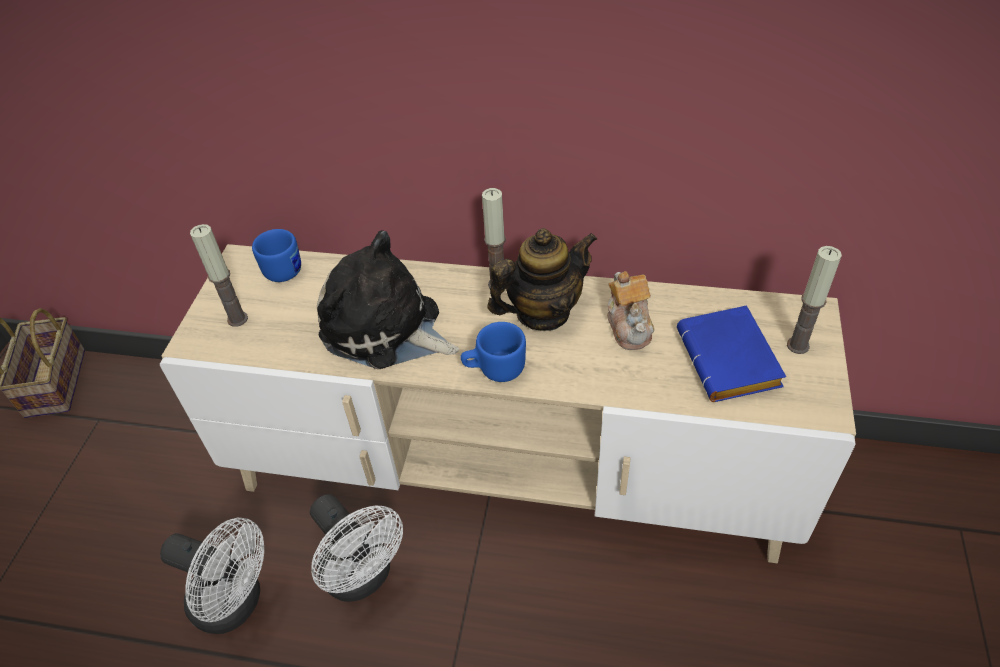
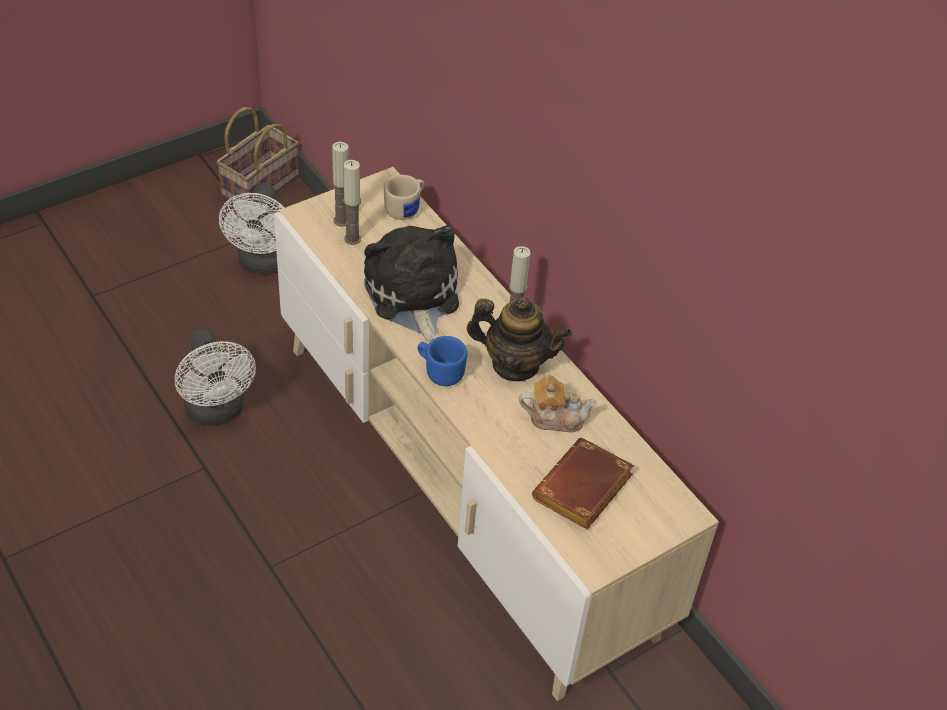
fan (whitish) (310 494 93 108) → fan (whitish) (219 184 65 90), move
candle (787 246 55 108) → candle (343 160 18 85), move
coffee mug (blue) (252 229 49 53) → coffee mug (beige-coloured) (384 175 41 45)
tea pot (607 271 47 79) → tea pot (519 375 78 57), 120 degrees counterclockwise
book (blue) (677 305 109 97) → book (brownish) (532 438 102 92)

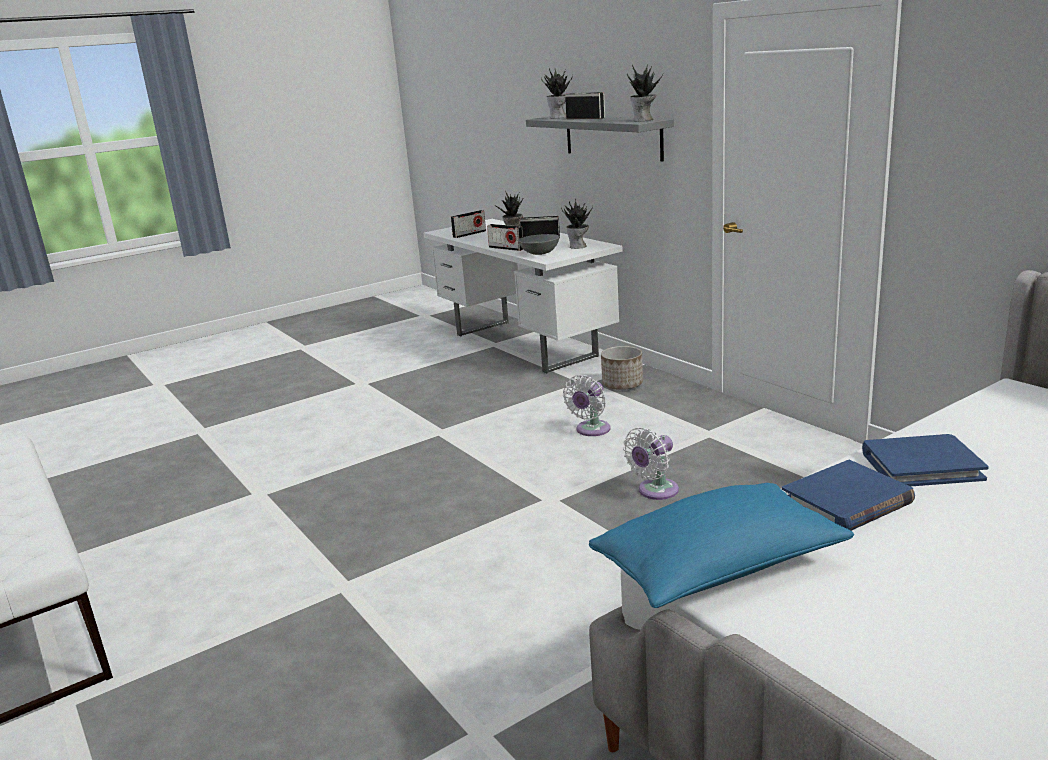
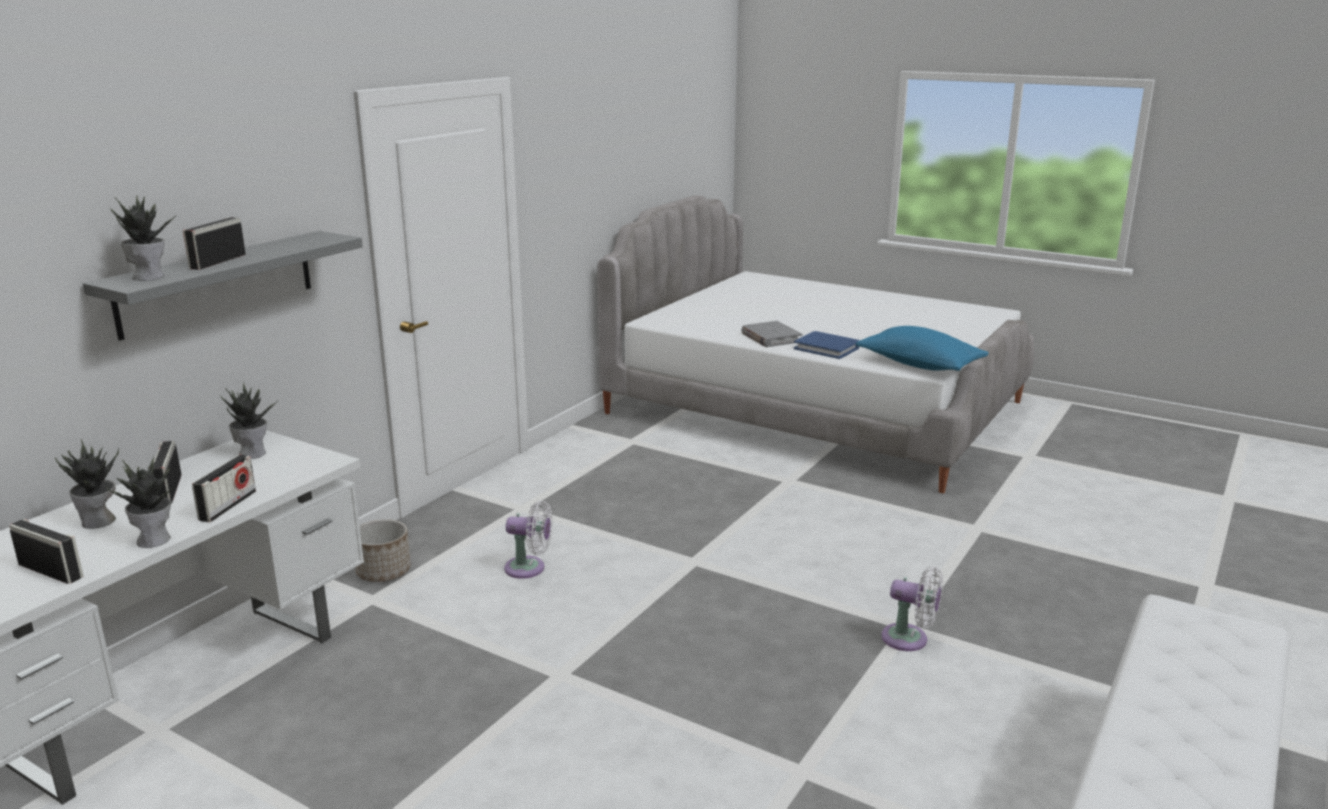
potted plant (627 64 36 57) → potted plant (105 457 69 91), move
book (blue) (862 434 127 52) → book (greyish) (741 321 61 26)
fan (whitish) (623 427 56 73) → fan (whitish) (882 566 61 85), move
serving bowl (greyish) (518 234 42 21) → -

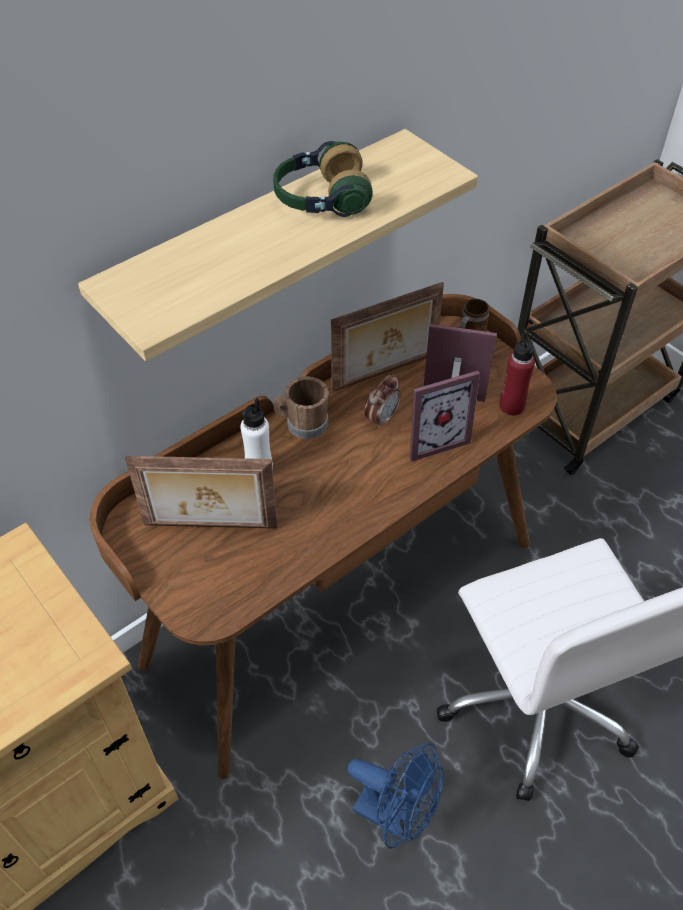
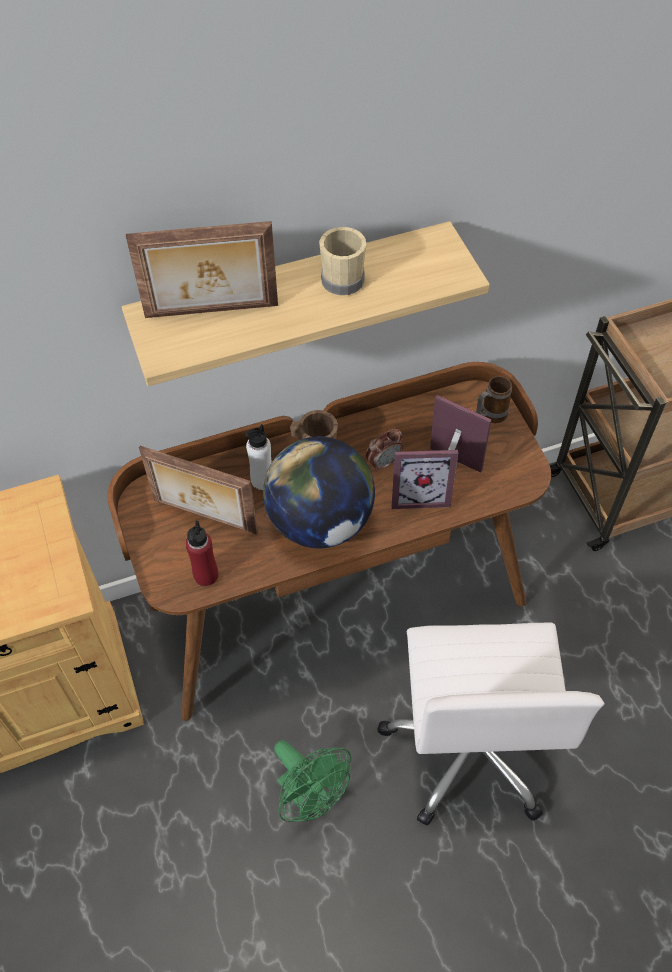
photo frame (331 282 113 110) → photo frame (126 221 152 97), move
beverage bottle (reddish) (499 332 36 84) → beverage bottle (reddish) (186 521 32 65), move
- → desk globe (263 437 112 111)
fan (blue) (347 743 97 106) → fan (green-coloured) (274 740 77 82)
headphones (273 141 100 76) → coffee mug (beige-coloured) (319 227 47 68)

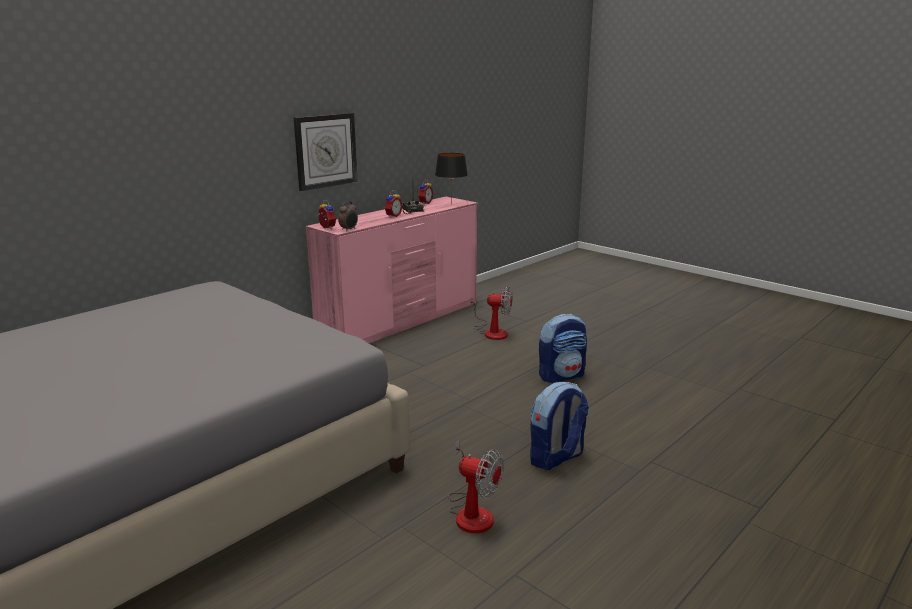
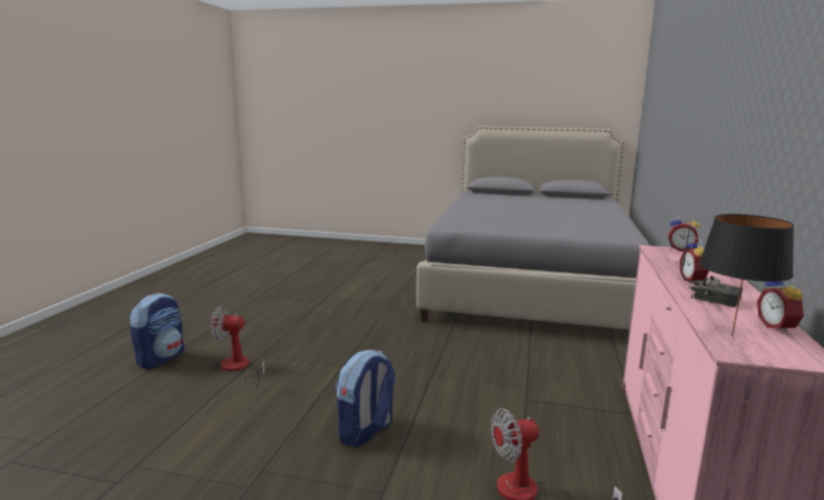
backpack (530 382 59 88) → backpack (129 293 55 76), move
fan (448 440 56 93) → fan (211 306 54 83), move
wall clock (294 113 64 78) → -
table clock (338 201 20 30) → -

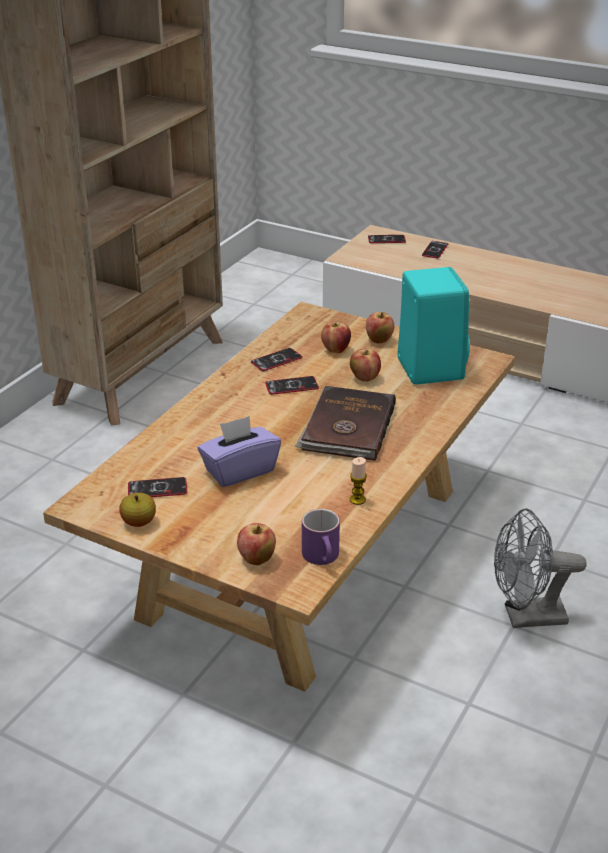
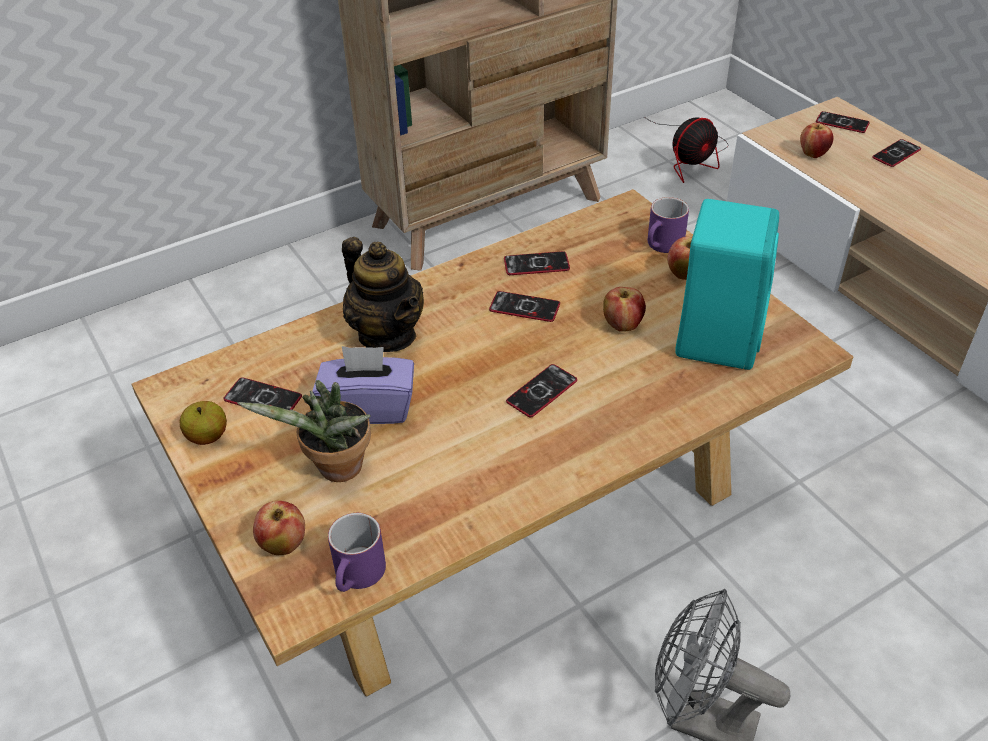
- → potted plant (238 380 133 102)
- → tea pot (342 237 82 115)
book (brownish) (295 386 101 75) → phone (506 364 71 53)
- → fan (644 117 84 66)
- → coffee mug (purple) (647 197 42 56)
whole apple (321 321 30 32) → whole apple (800 123 33 35), move
candle (350 457 17 48) → -

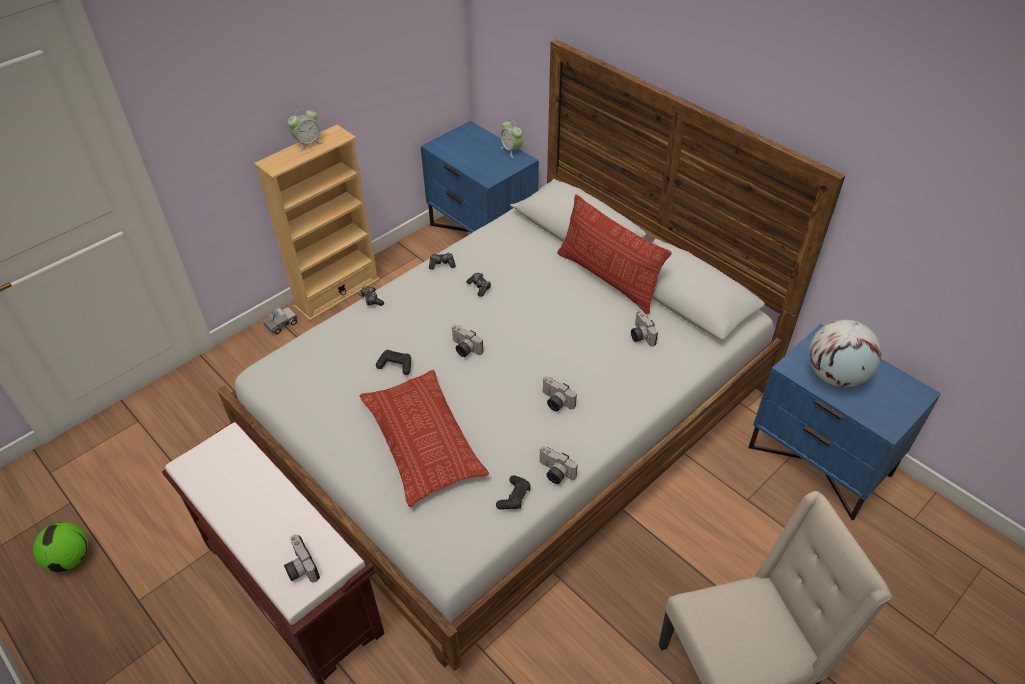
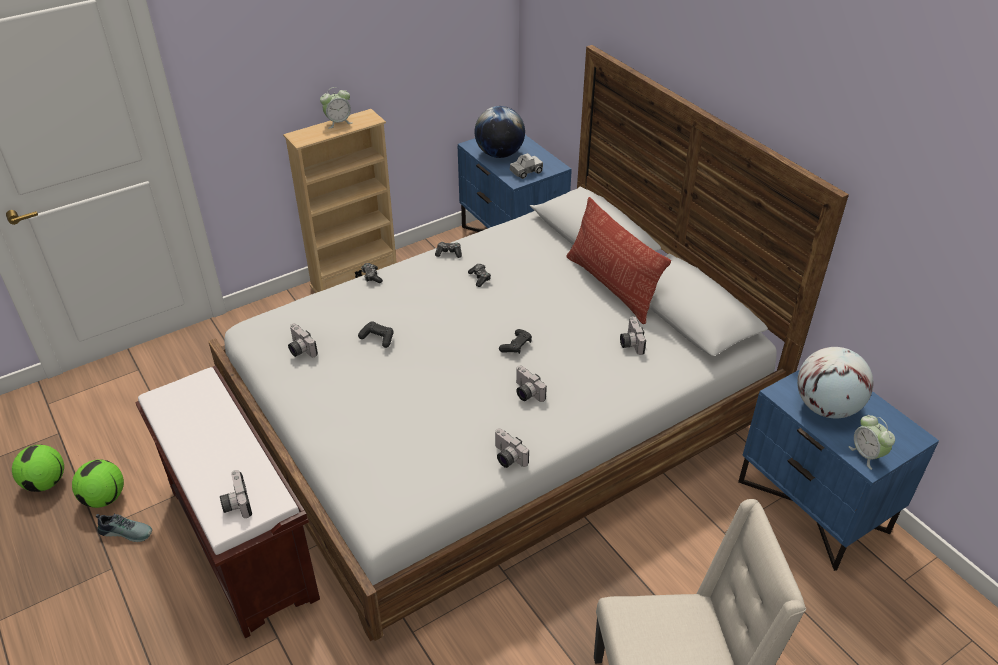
- → football ball (72 459 52 49)
- → shoe (96 514 56 28)
photo camera (451 325 32 32) → photo camera (288 324 30 33), move
- → desk globe (474 106 51 52)
gamepad (black-coloured) (496 475 34 34) → gamepad (black-coloured) (499 329 33 25), move
model truck (263 307 34 28) → model truck (510 153 33 26), move
table clock (500 120 23 38) → table clock (849 415 46 55), move
cushion (360 370 129 137) → -

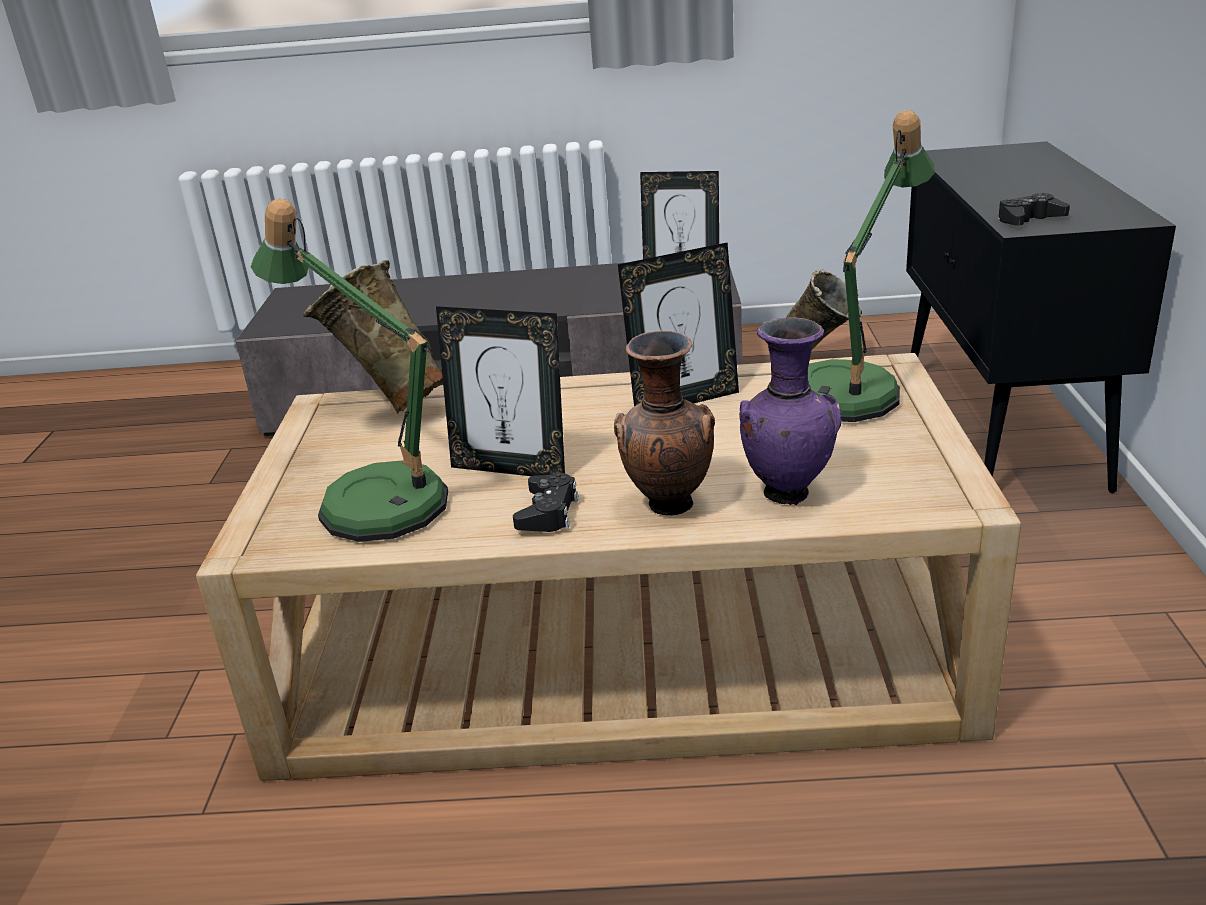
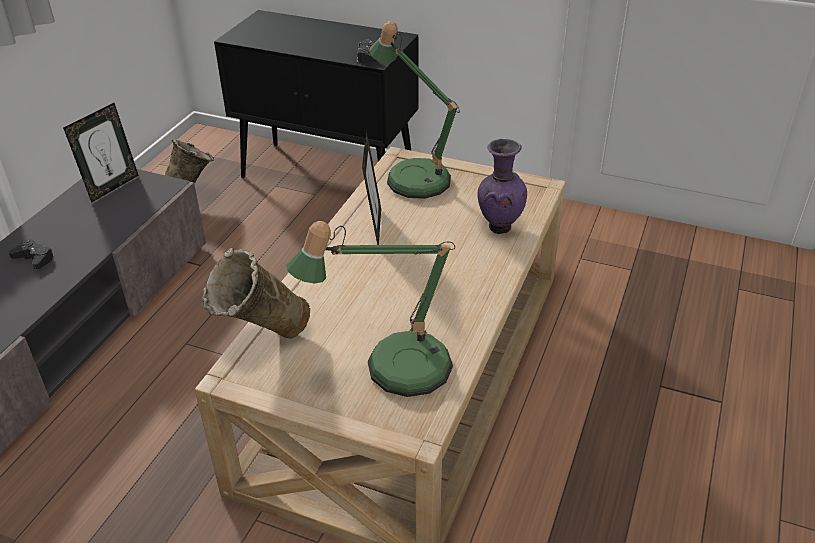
gamepad (black-coloured) (513 473 66 59) → gamepad (black-coloured) (9 239 45 30), move
photo frame (436 306 129 170) → -
vase (brownish) (614 331 101 184) → -

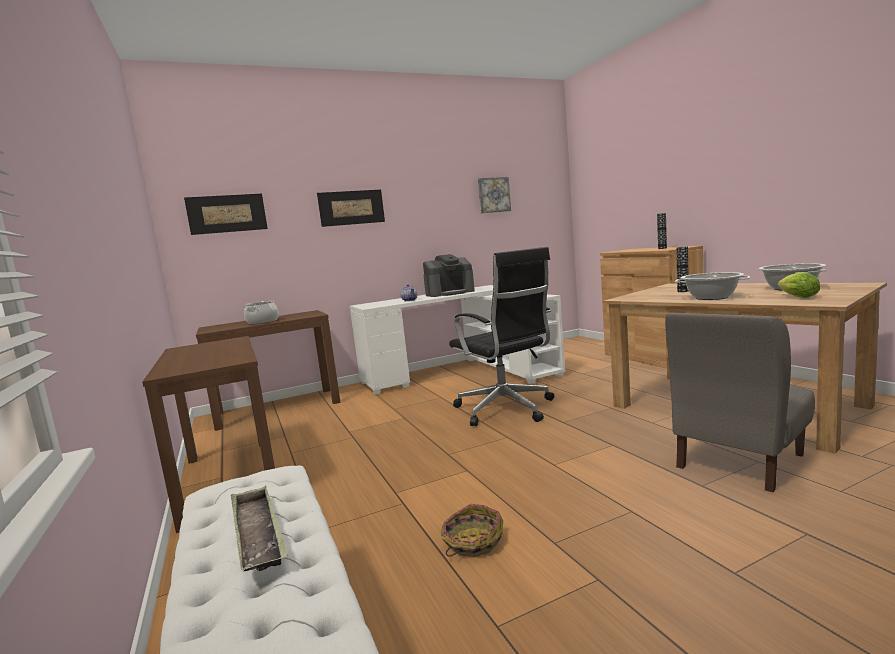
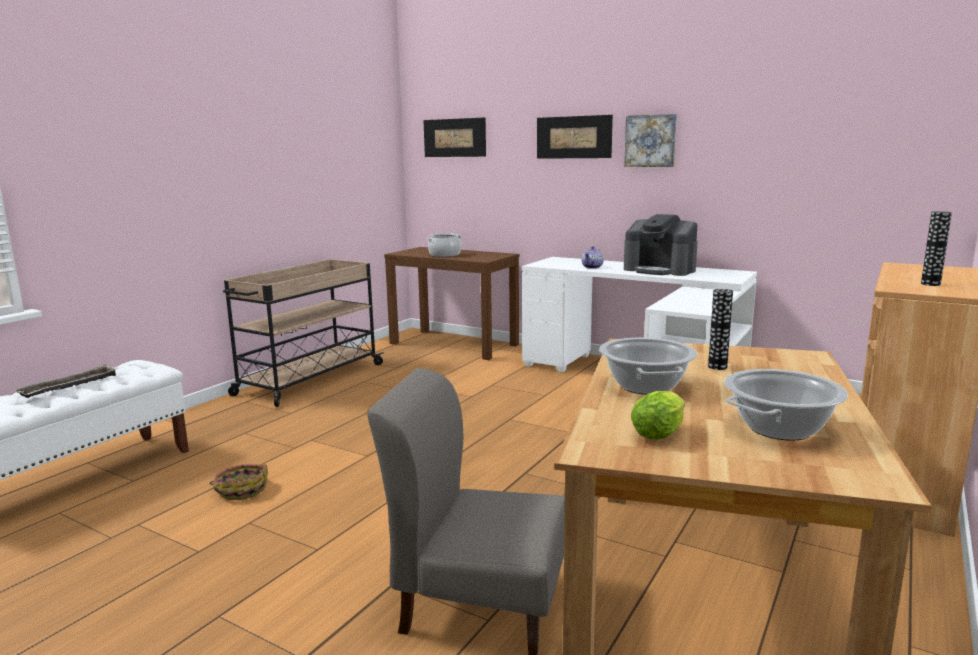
console table (brownish) (142 336 133 197) → trolley (beige-coloured) (223 259 161 148)
wall picture (478 177 33 36) → wall picture (624 114 53 53), move
office chair (black-coloured) (449 247 105 179) → -

